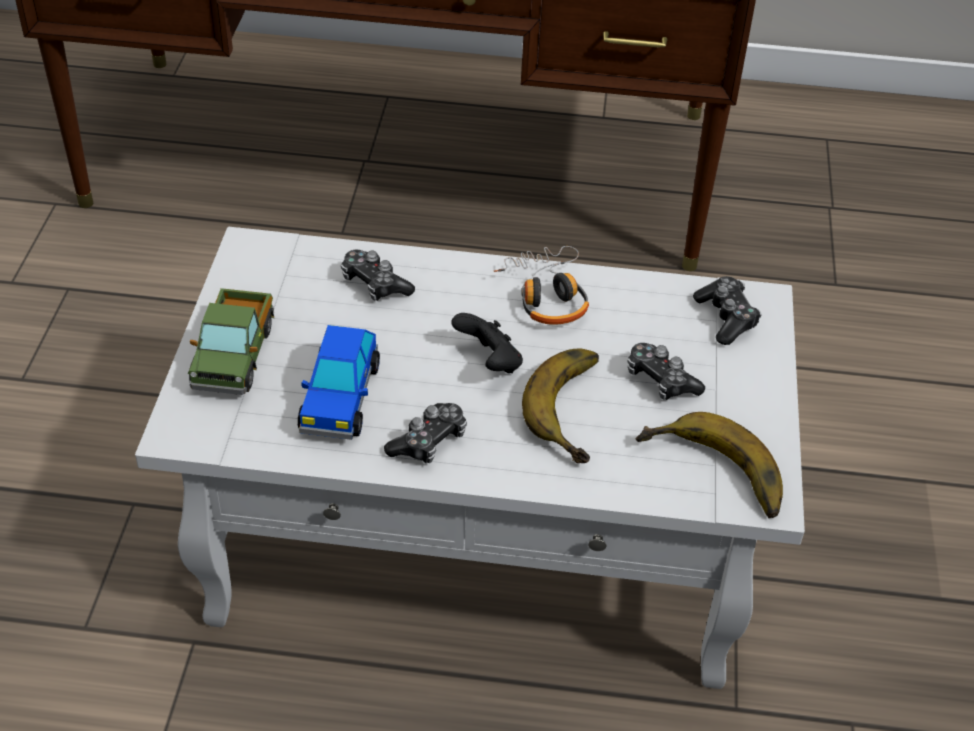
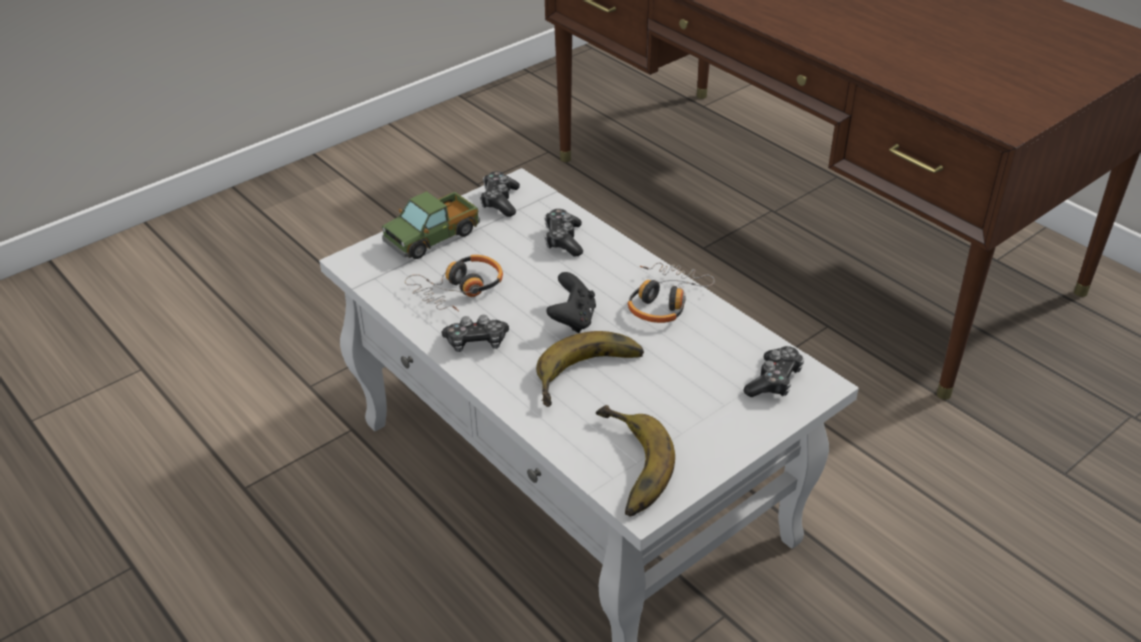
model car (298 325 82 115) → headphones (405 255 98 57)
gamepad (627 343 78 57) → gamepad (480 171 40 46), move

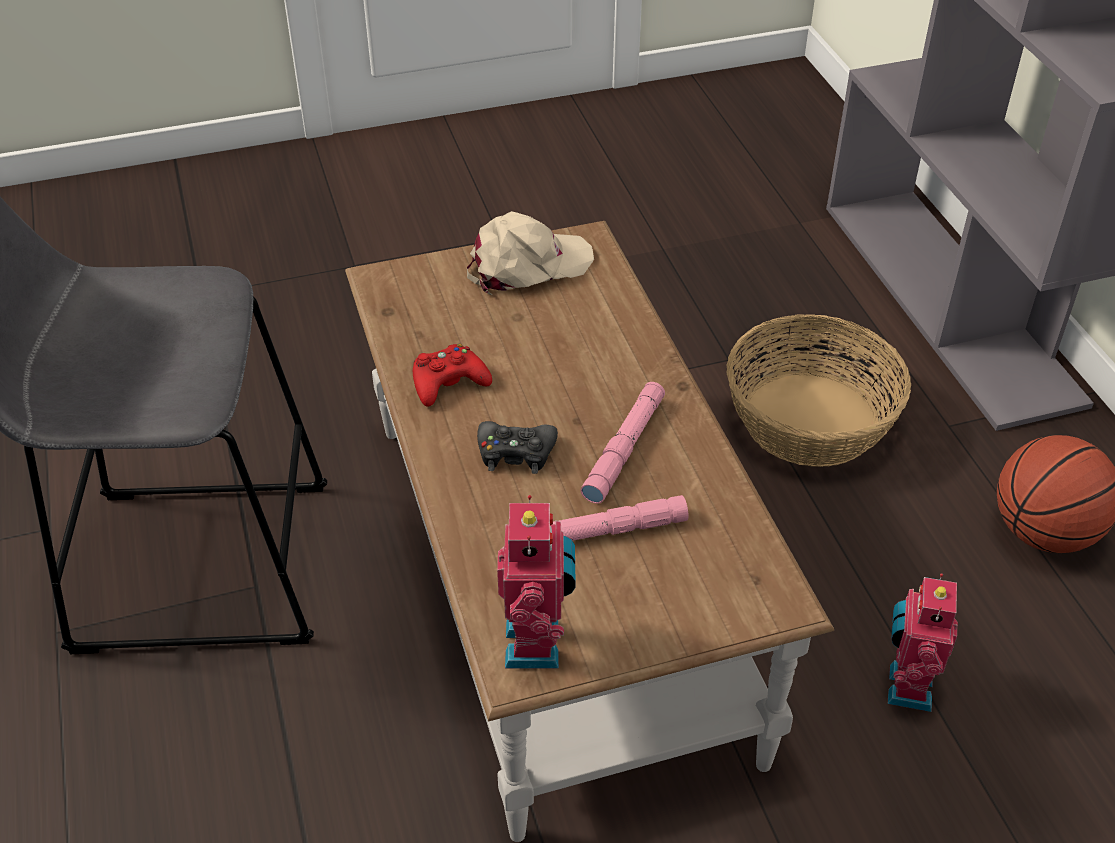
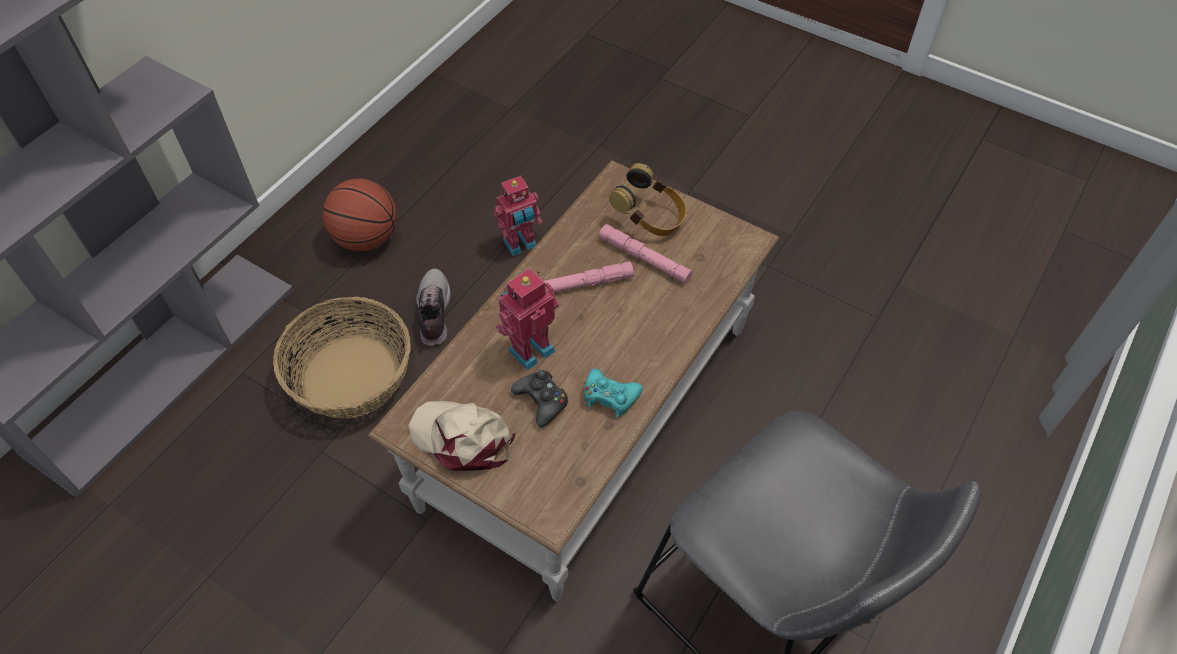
- → shoe (416 268 35 78)
model robot (497 495 78 174) → model robot (496 268 63 102), move
gamepad (black-coloured) (477 421 81 53) → gamepad (black-coloured) (511 370 58 58), move
gamepad (reddish) (413 344 79 63) → gamepad (turquoise) (584 368 59 49)
- → headphones (609 163 78 73)

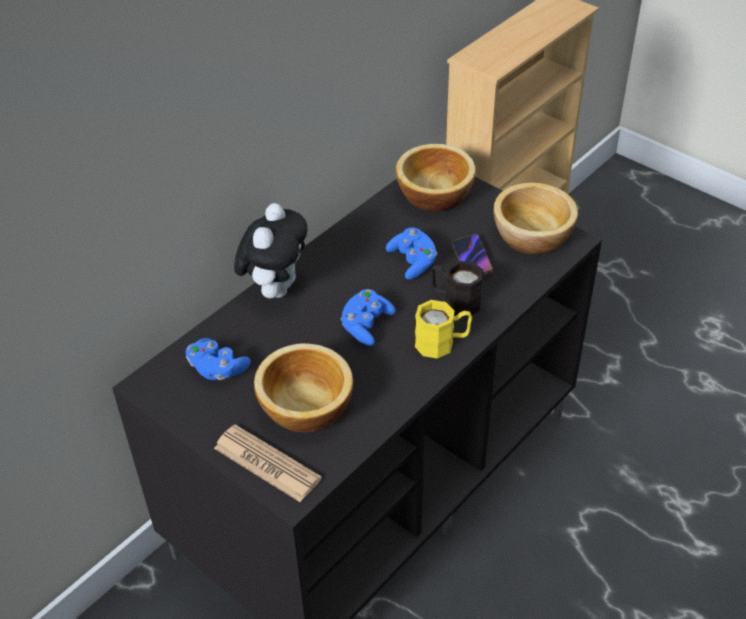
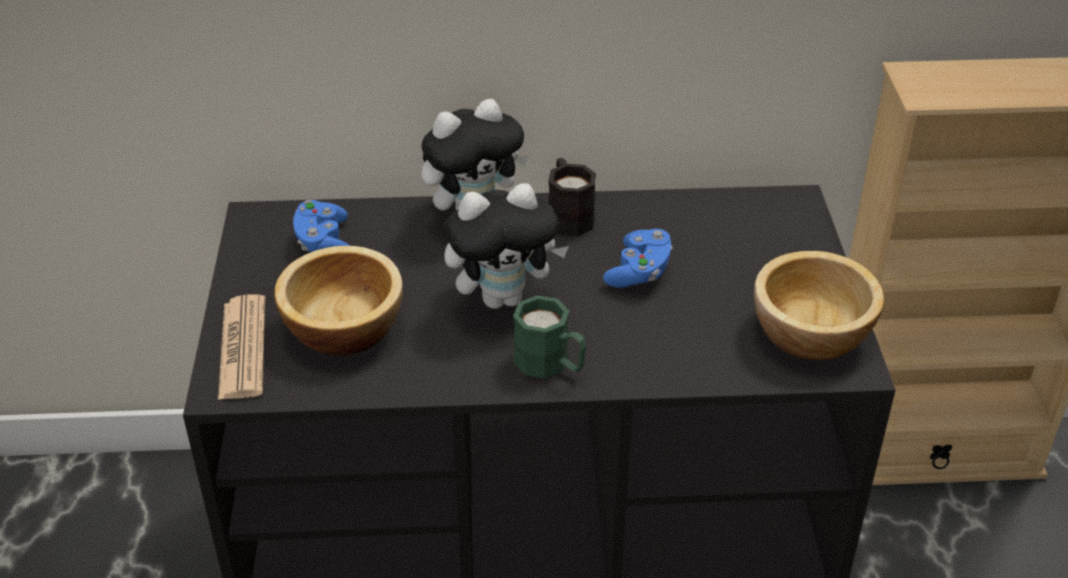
gamepad (blue) (341 289 55 57) → plush toy (444 183 125 126)
coffee mug (yellowish) (415 300 57 59) → coffee mug (green-coloured) (513 295 73 84)
coffee mug (black-coloured) (431 261 52 56) → coffee mug (black-coloured) (548 158 48 78), move
serving bowl (396 144 80 68) → -
phone (452 234 41 41) → -

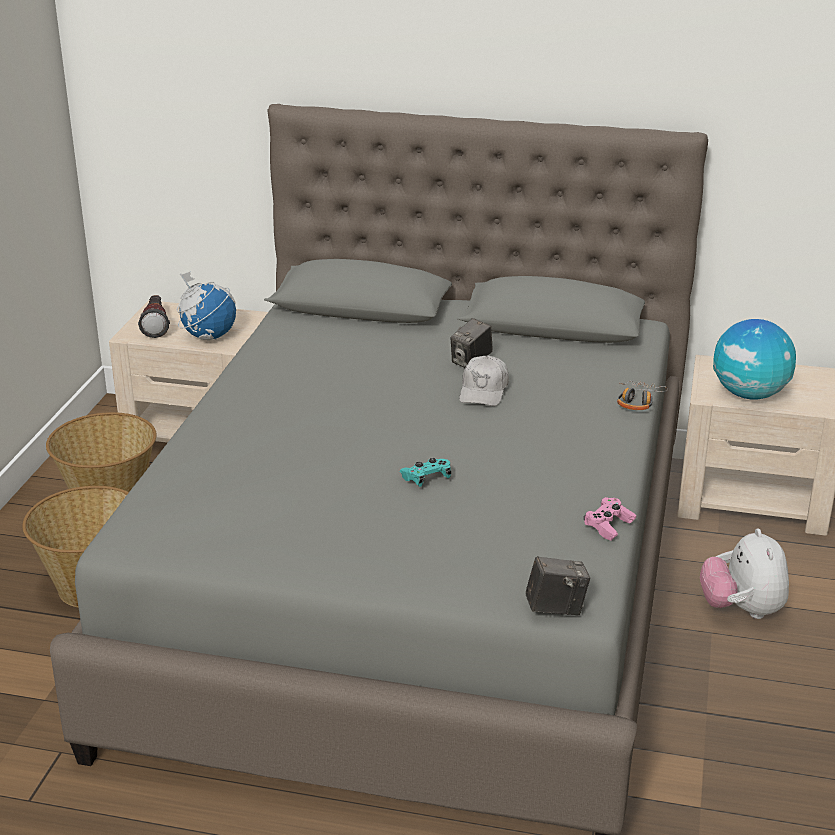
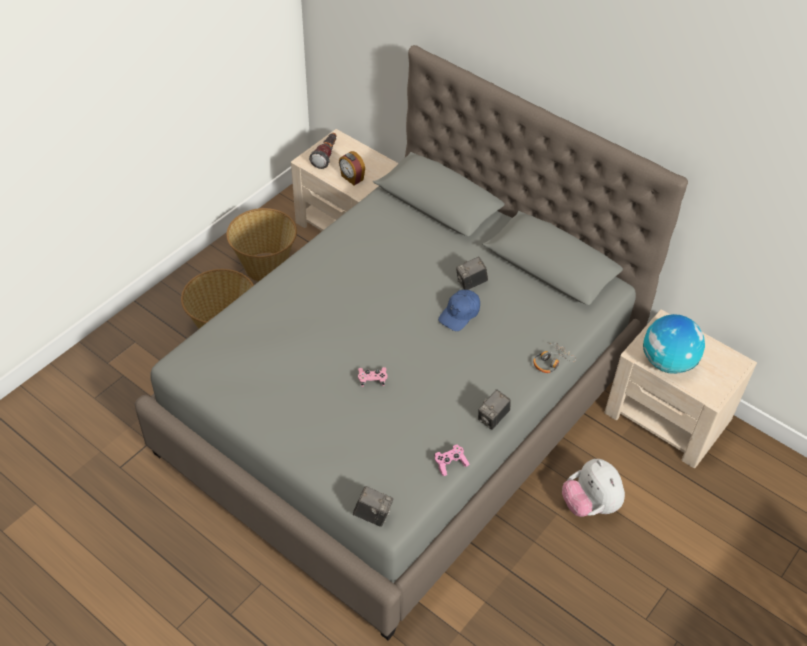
desk globe (177 272 59 69) → table clock (339 151 26 34)
gamepad (turquoise) (400 458 51 29) → gamepad (pink) (358 367 29 20)
cap (whitish) (459 356 50 50) → cap (blue) (438 290 42 41)
- → photo camera (478 389 33 41)
plush toy (700 529 89 90) → plush toy (562 459 63 58), 45 degrees counterclockwise

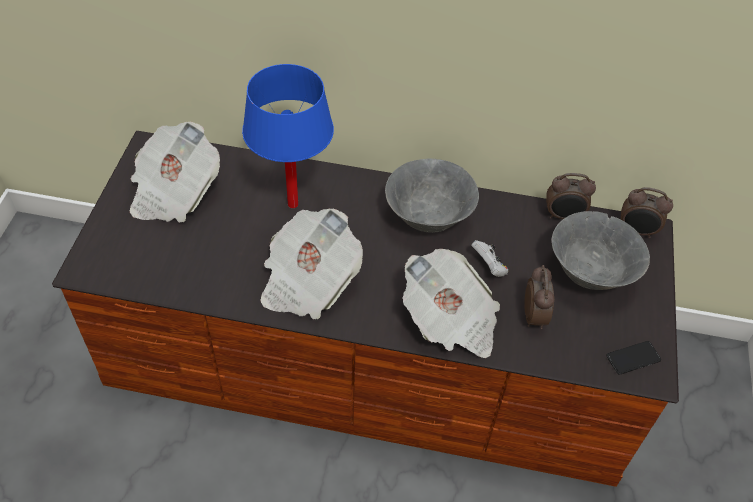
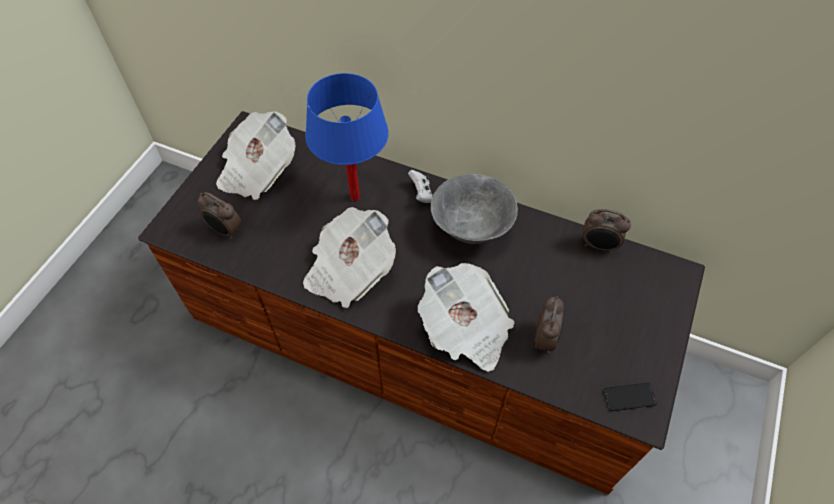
table clock (621 187 52 51) → table clock (198 192 44 47), move
gamepad (whitish) (471 240 37 37) → gamepad (whitish) (408 170 25 33), move
serving bowl (greyish) (551 211 99 79) → -

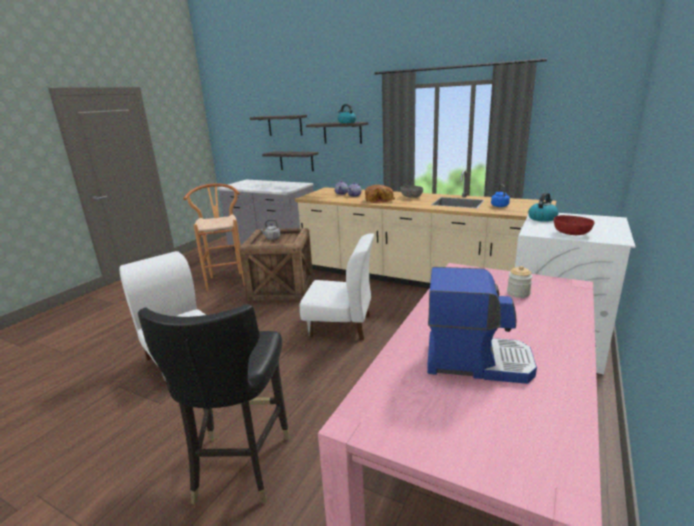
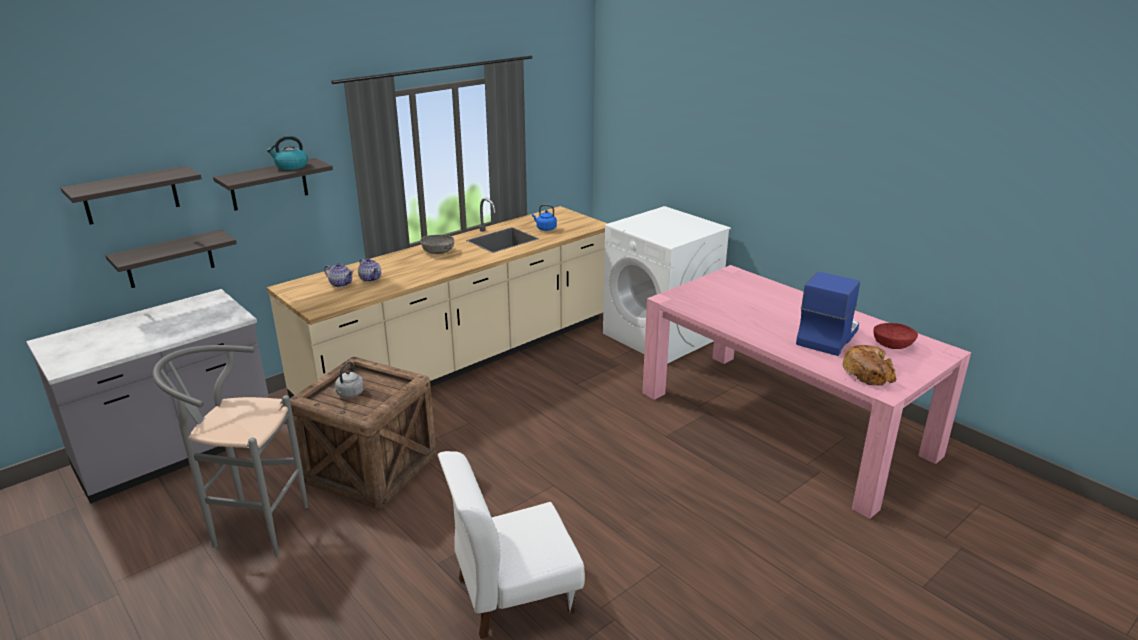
stool (brownish) (183 183 62 108) → stool (greyish) (153 345 155 212)
bakery bread (365 185 30 19) → bakery bread (842 345 55 41), move
serving bowl (reddish) (554 215 40 20) → serving bowl (reddish) (874 323 44 26), move
plain chair (black-coloured) (138 304 152 201) → -
plain chair (whitish) (300 233 74 107) → -
preserve jar (507 266 25 32) → -
tea kettle (528 193 31 29) → -

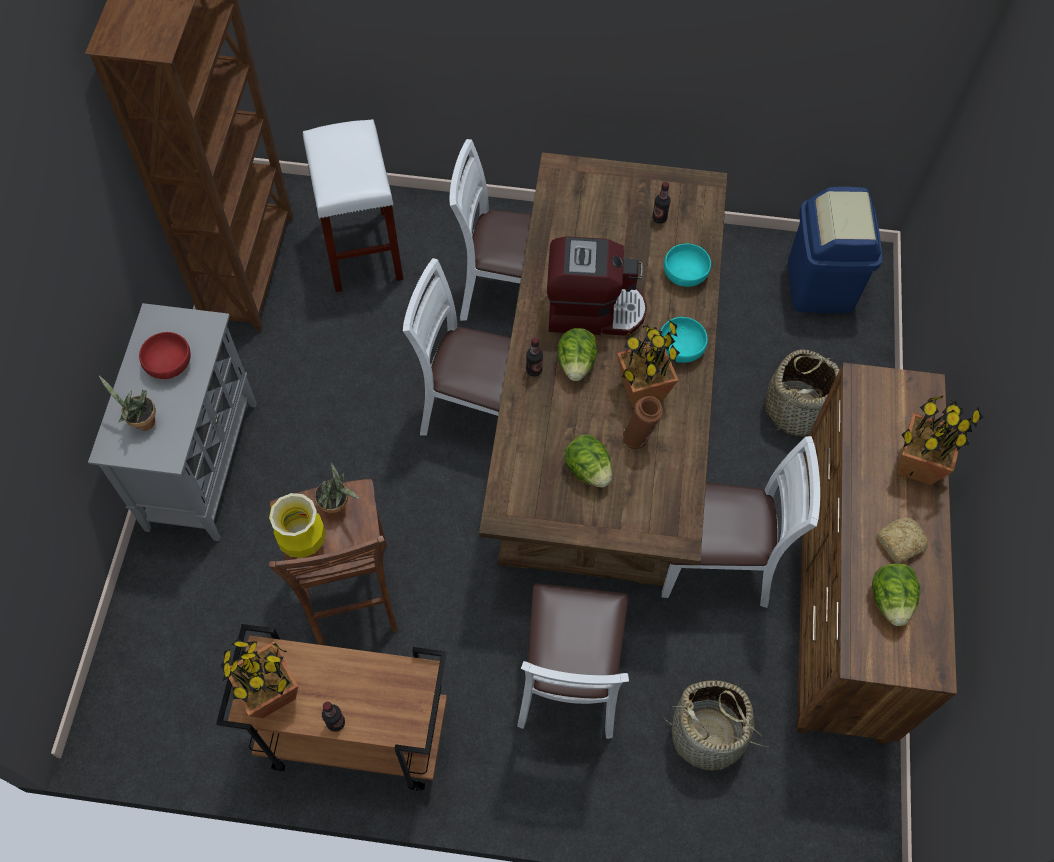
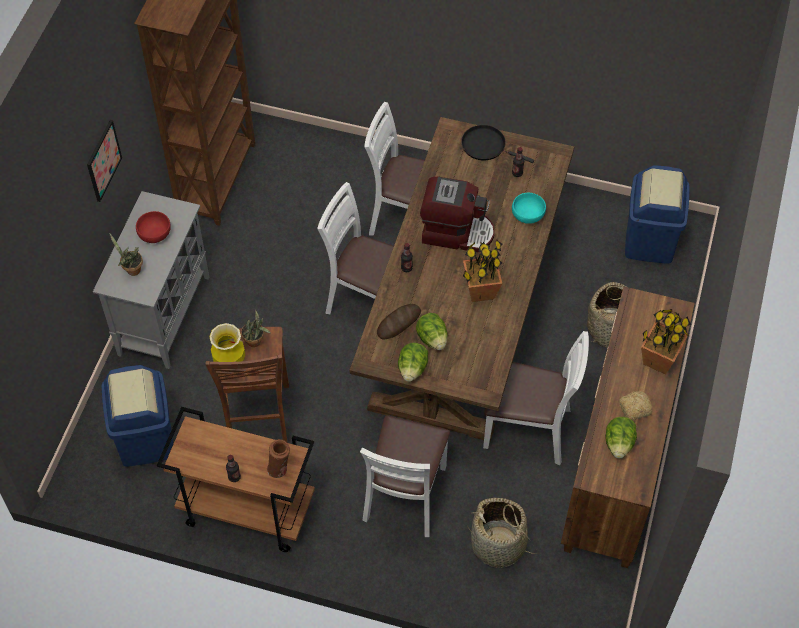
- → wall picture (87 120 35 82)
- → rubbish bin (blue) (102 365 71 102)
vase (brownish) (622 396 41 54) → vase (brownish) (267 439 23 39), move
- → bakery bread (377 304 44 36)
head of lettuce (558 328 39 53) → head of lettuce (398 343 30 39), move
- → pan (black-coloured) (461 125 73 38)
potted plant (220 638 78 80) → -
stool (whitish) (303 119 100 173) → -
serving bowl (turquoise) (660 317 48 46) → -

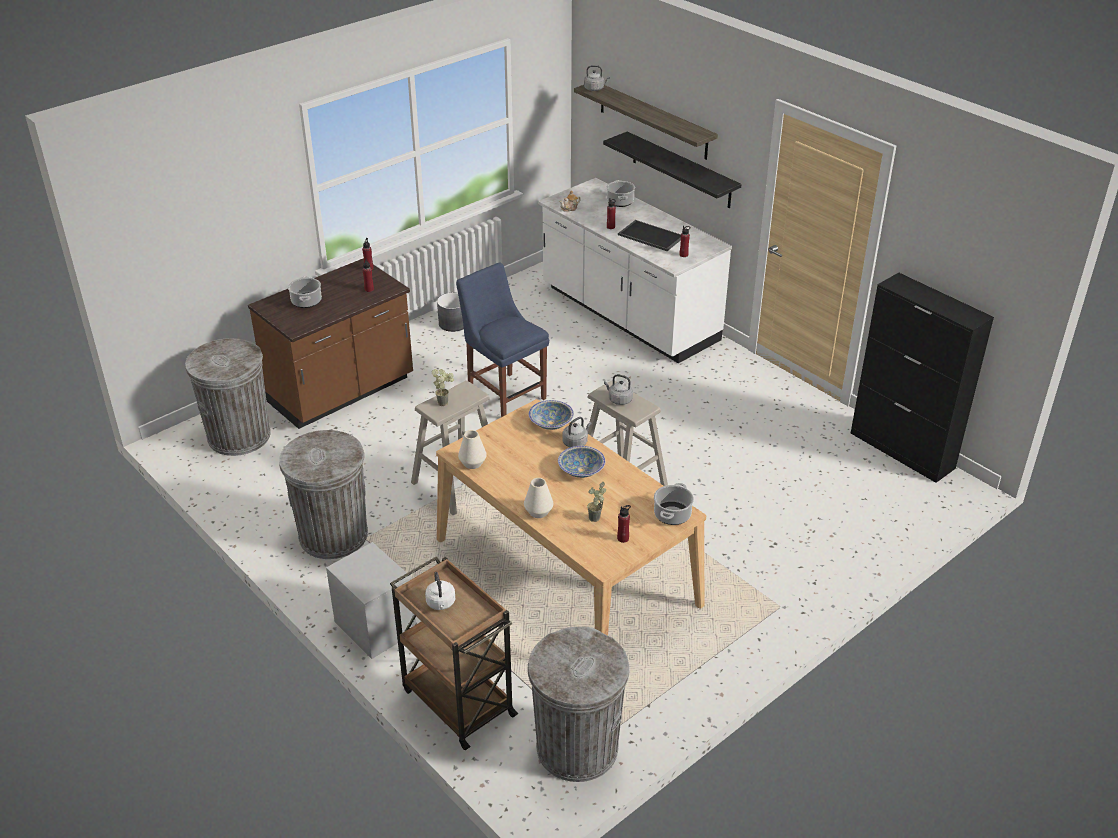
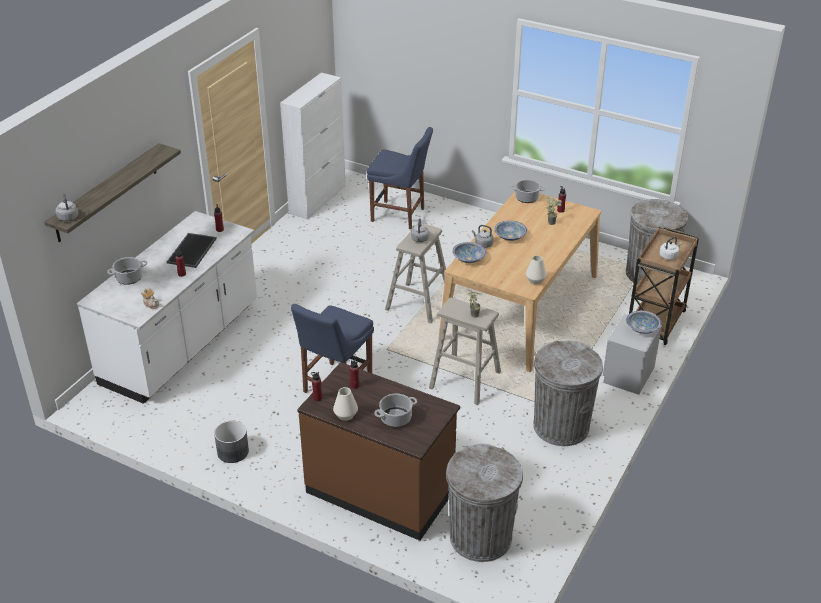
cupboard (black-coloured) (851 273 143 210) → cupboard (whitish) (280 72 66 148)
vase (whitish) (524 478 29 40) → vase (whitish) (333 387 25 34), move
- → plain chair (blue) (367 127 66 102)
- → serving bowl (626 311 35 23)
shelf (black-coloured) (603 132 139 77) → -

